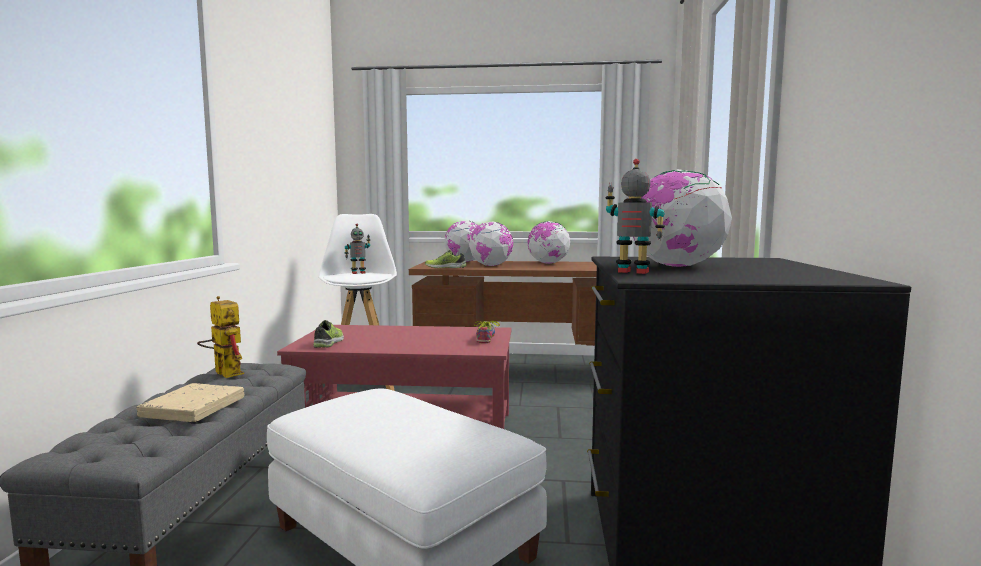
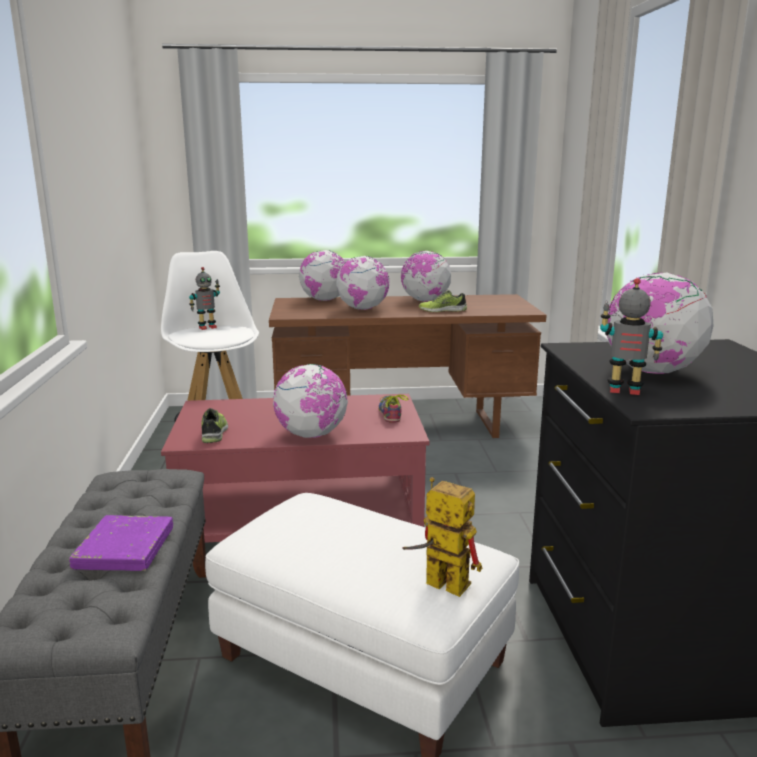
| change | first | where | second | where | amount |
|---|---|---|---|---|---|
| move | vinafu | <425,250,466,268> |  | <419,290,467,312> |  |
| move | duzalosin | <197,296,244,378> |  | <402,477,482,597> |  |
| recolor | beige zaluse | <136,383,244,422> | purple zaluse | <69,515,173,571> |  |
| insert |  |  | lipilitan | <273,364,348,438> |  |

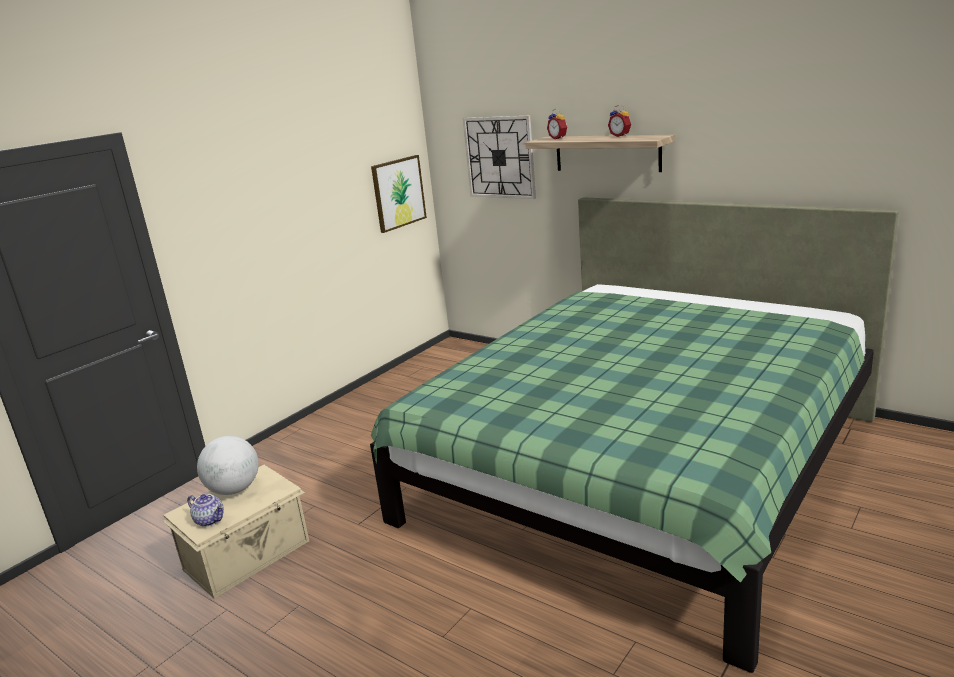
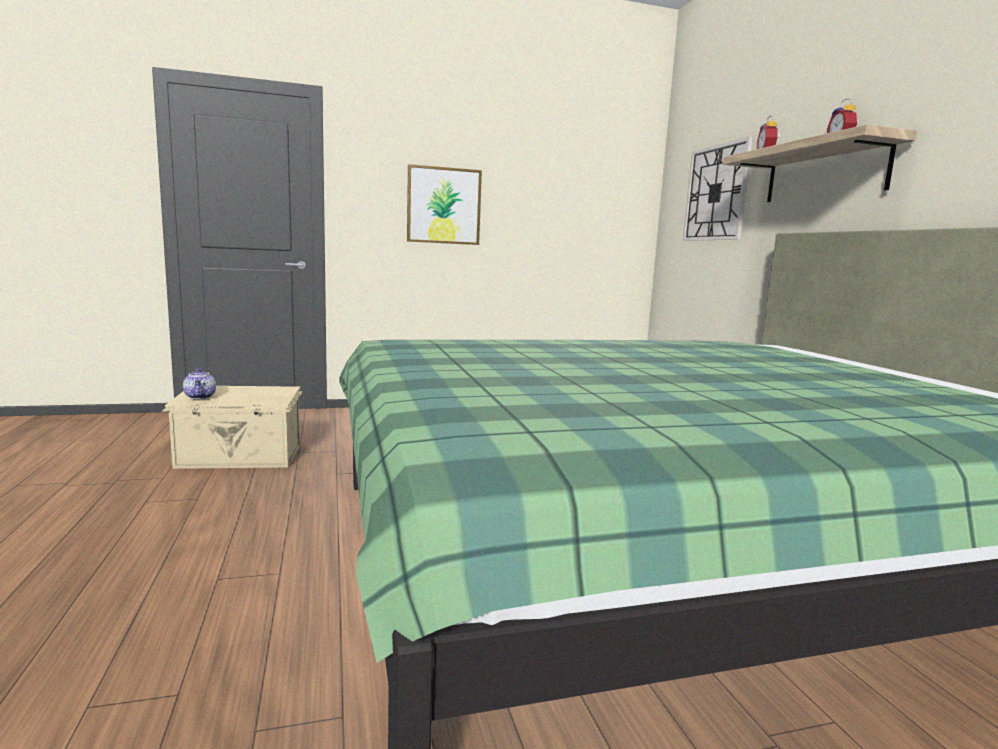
| change | first | where | second | where | amount |
|---|---|---|---|---|---|
| move | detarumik | <371,155,427,233> |  | <407,164,482,245> |  |
| delete | lipilitan | <197,436,259,495> |  |  |  |

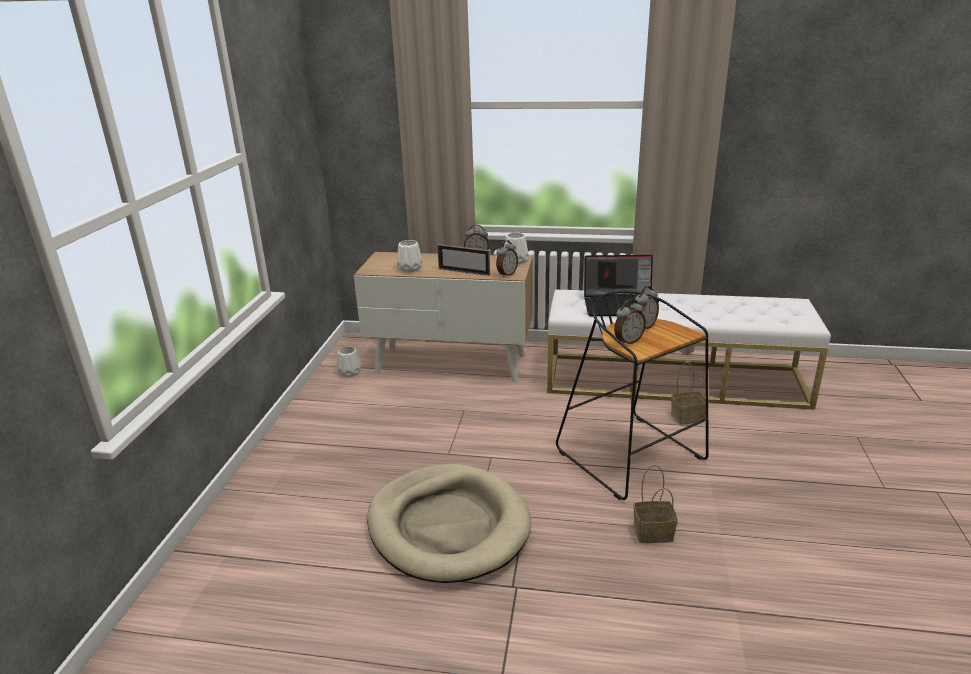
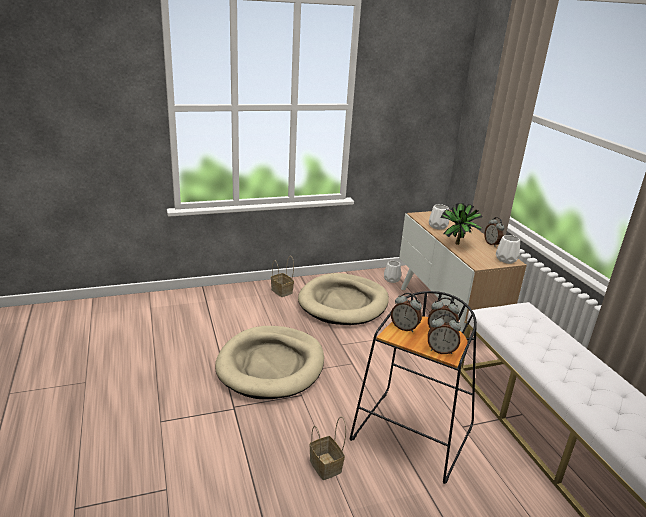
| change | first | where | second | where | amount |
|---|---|---|---|---|---|
| move | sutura | <496,240,518,278> |  | <428,314,461,354> |  |
| replace | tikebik | <437,244,490,276> | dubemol | <440,203,483,245> |  |
| delete | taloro | <584,255,659,316> |  |  |  |
| move | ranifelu | <671,362,709,425> |  | <271,256,294,297> |  |
| insert |  |  | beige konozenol | <298,273,389,325> |  |

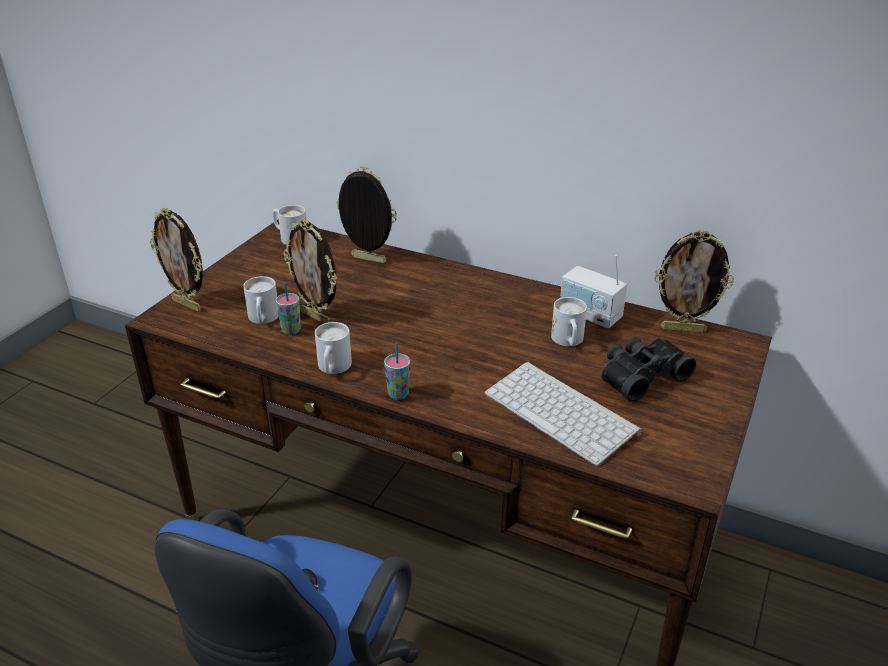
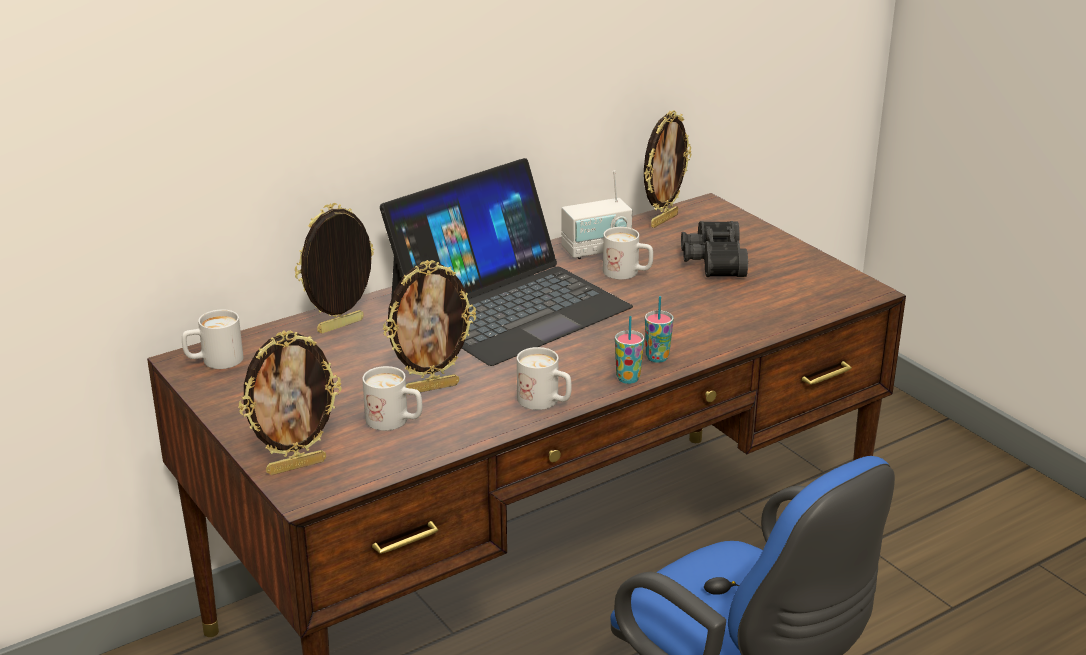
| change | first | where | second | where | amount |
|---|---|---|---|---|---|
| move | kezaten | <276,282,301,335> |  | <645,296,673,363> |  |
| delete | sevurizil | <485,362,642,466> |  |  |  |
| insert |  |  | taloro | <380,158,633,366> |  |

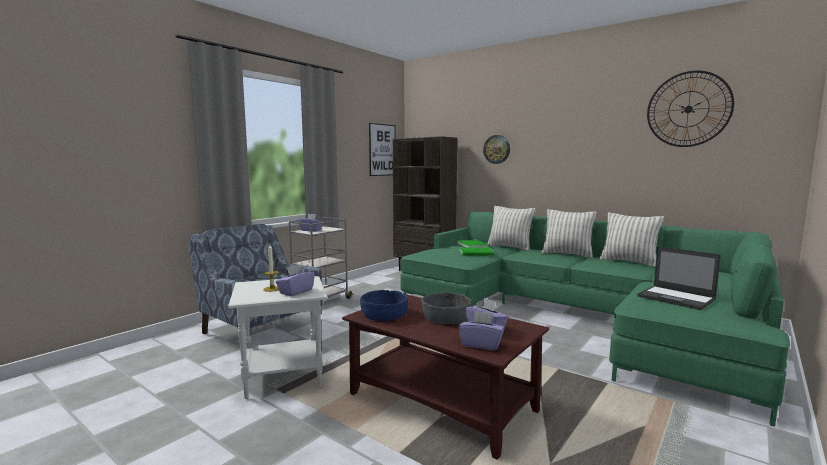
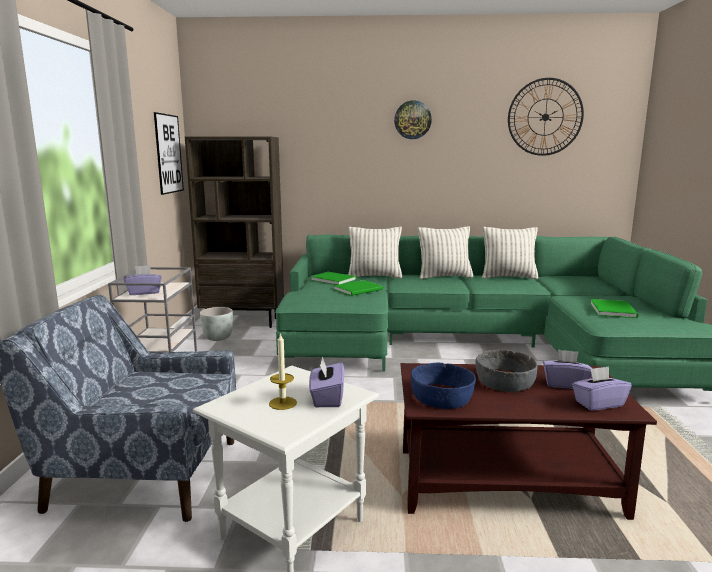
| change | first | where | second | where | amount |
|---|---|---|---|---|---|
| move | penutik | <483,135,510,164> |  | <394,100,432,139> |  |
| replace | taloro | <637,246,721,310> | green zaluse | <590,299,639,318> |  |
| insert |  |  | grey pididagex | <200,307,233,341> |  |

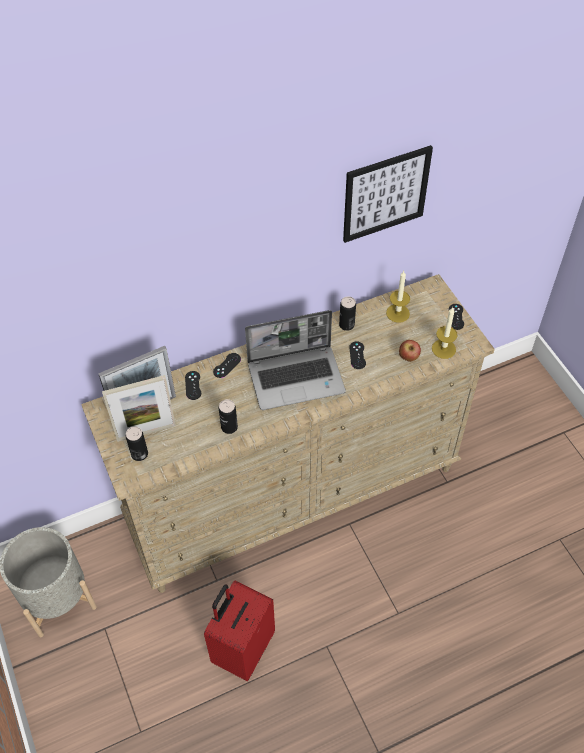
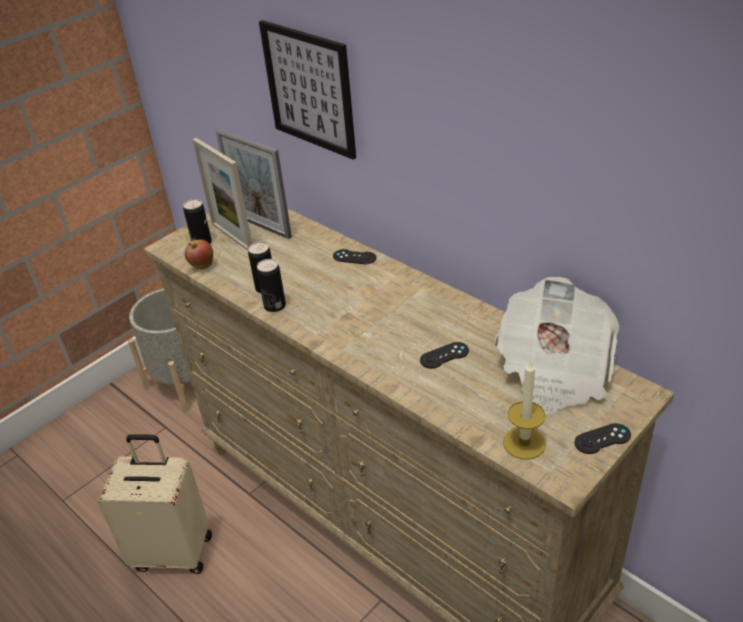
| change | first | where | second | where | amount |
|---|---|---|---|---|---|
| move | detarumik | <343,145,433,243> |  | <259,20,356,160> |  |
| replace | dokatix | <386,271,410,323> | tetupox | <495,277,619,414> |  |
| move | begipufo | <339,297,356,331> |  | <257,259,286,312> |  |
| delete | taloro | <245,310,346,410> |  |  |  |
| move | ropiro | <399,340,421,362> |  | <185,239,213,269> |  |
| delete | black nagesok | <185,371,201,400> |  |  |  |
| recolor | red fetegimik | <204,581,275,681> | beige fetegimik | <98,434,212,574> |  |

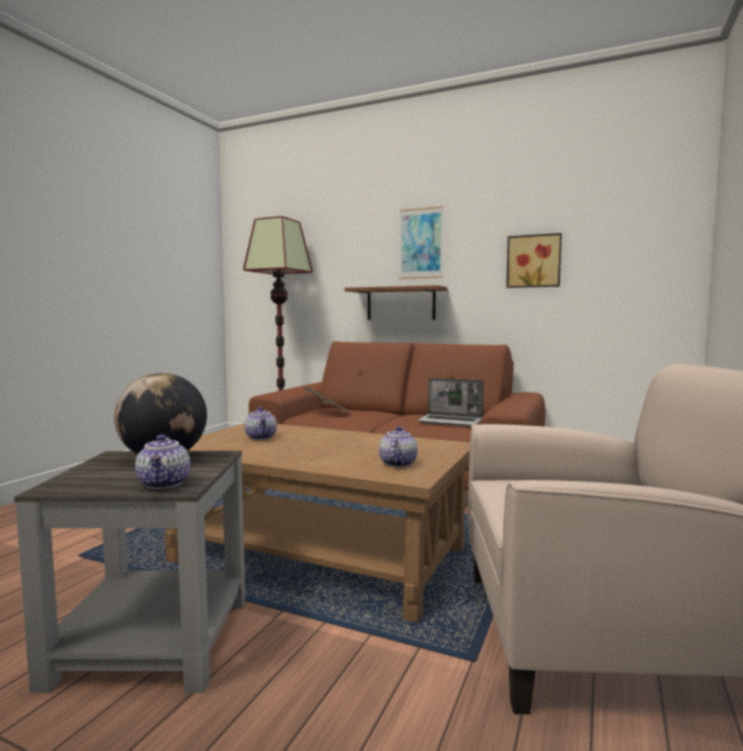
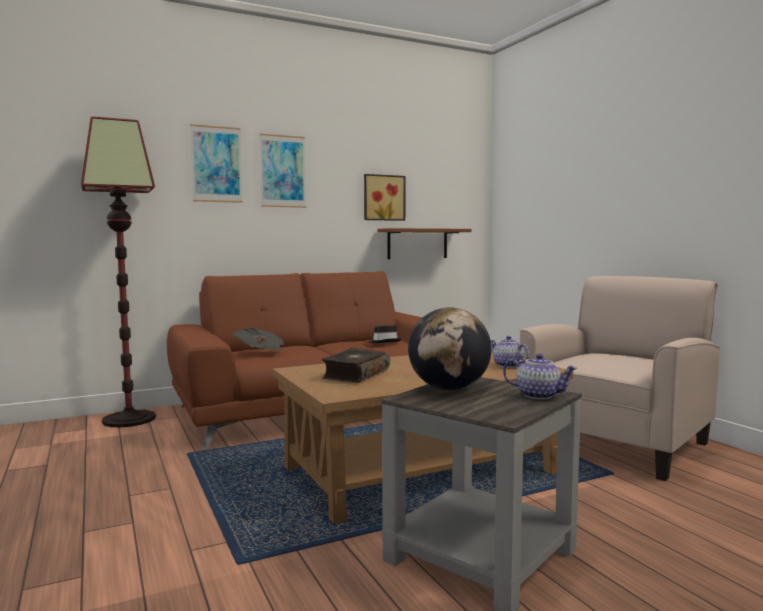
| change | first | where | second | where | amount |
|---|---|---|---|---|---|
| move | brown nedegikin | <344,285,447,320> |  | <377,228,472,259> |  |
| replace | taloro | <418,378,484,427> | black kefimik | <369,325,401,343> |  |
| replace | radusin | <245,407,277,440> | zaluse | <322,347,390,383> |  |
| insert |  |  | detarumik | <190,124,243,203> |  |

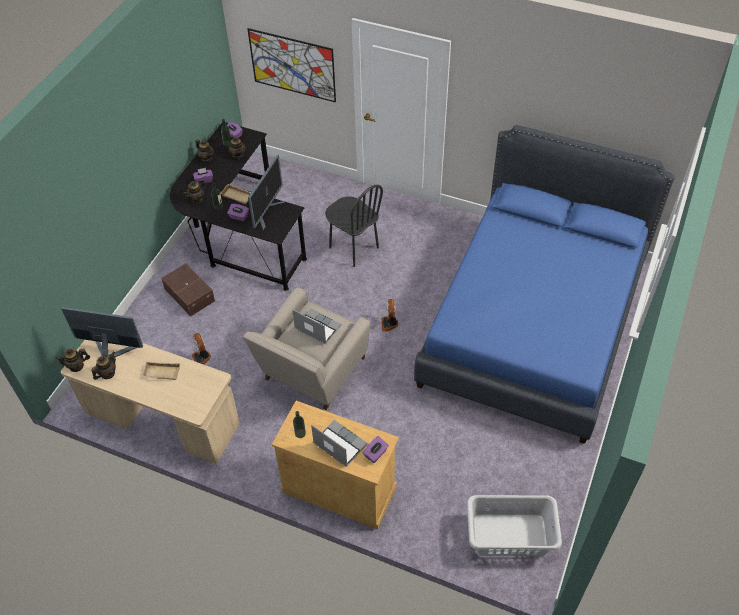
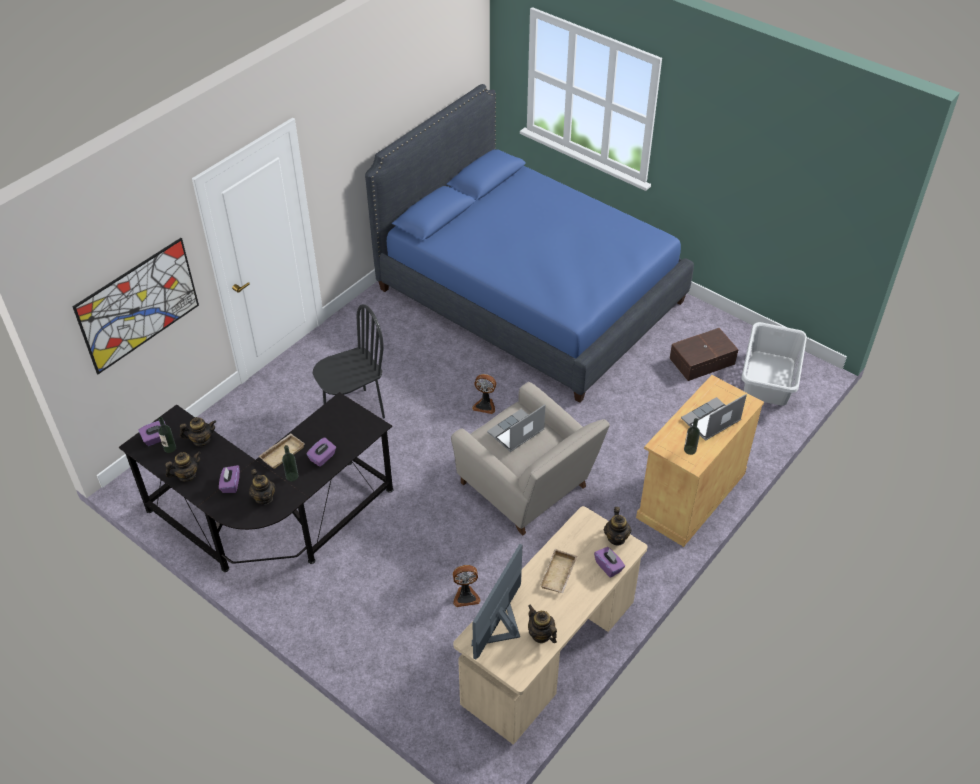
| change | first | where | second | where | amount |
|---|---|---|---|---|---|
| delete | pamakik | <248,155,285,230> |  |  |  |
| move | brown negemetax | <161,263,215,316> |  | <669,328,739,381> |  |
| move | radusin | <55,348,90,372> |  | <604,507,632,545> |  |
| move | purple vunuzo | <363,436,389,463> |  | <594,547,625,578> |  |

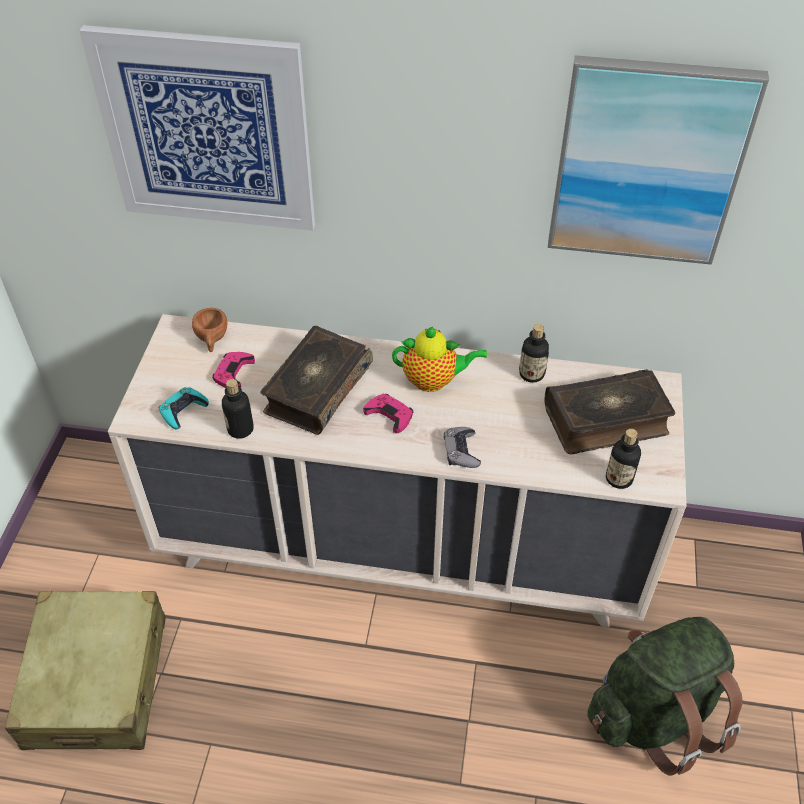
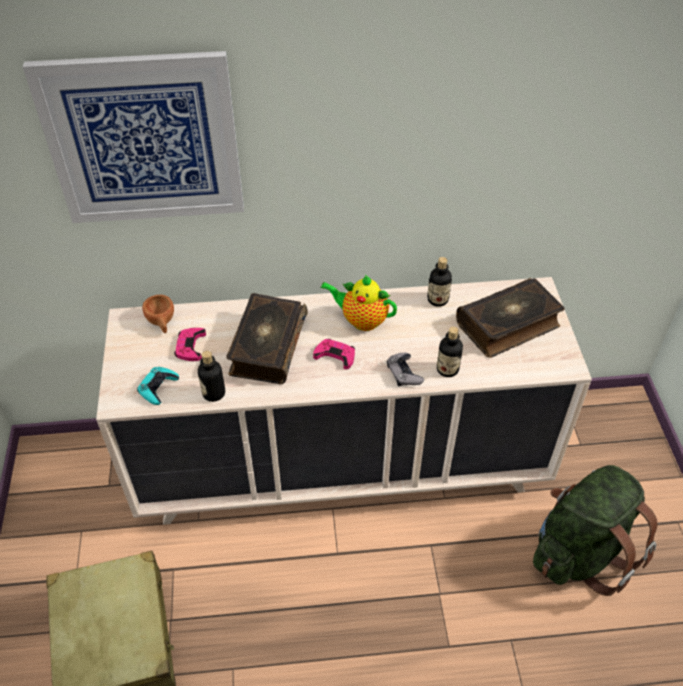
| change | first | where | second | where | amount |
|---|---|---|---|---|---|
| delete | detarumik | <548,55,769,265> |  |  |  |
| rotate | radusin | <392,326,487,392> |  | <321,275,397,331> | 150 degrees counterclockwise |
| move | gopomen | <606,429,641,489> |  | <437,327,463,377> |  |

